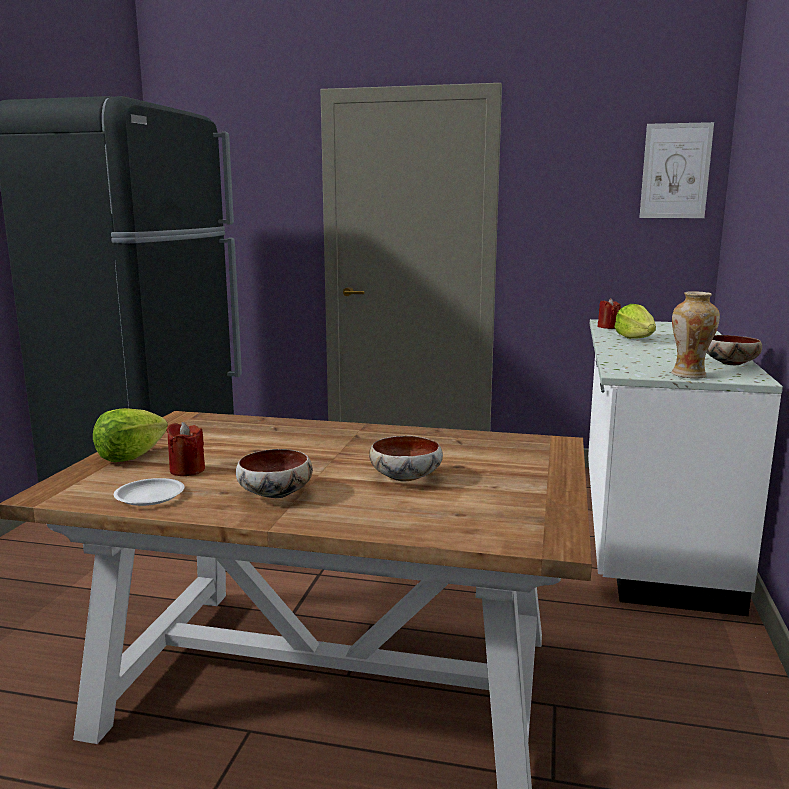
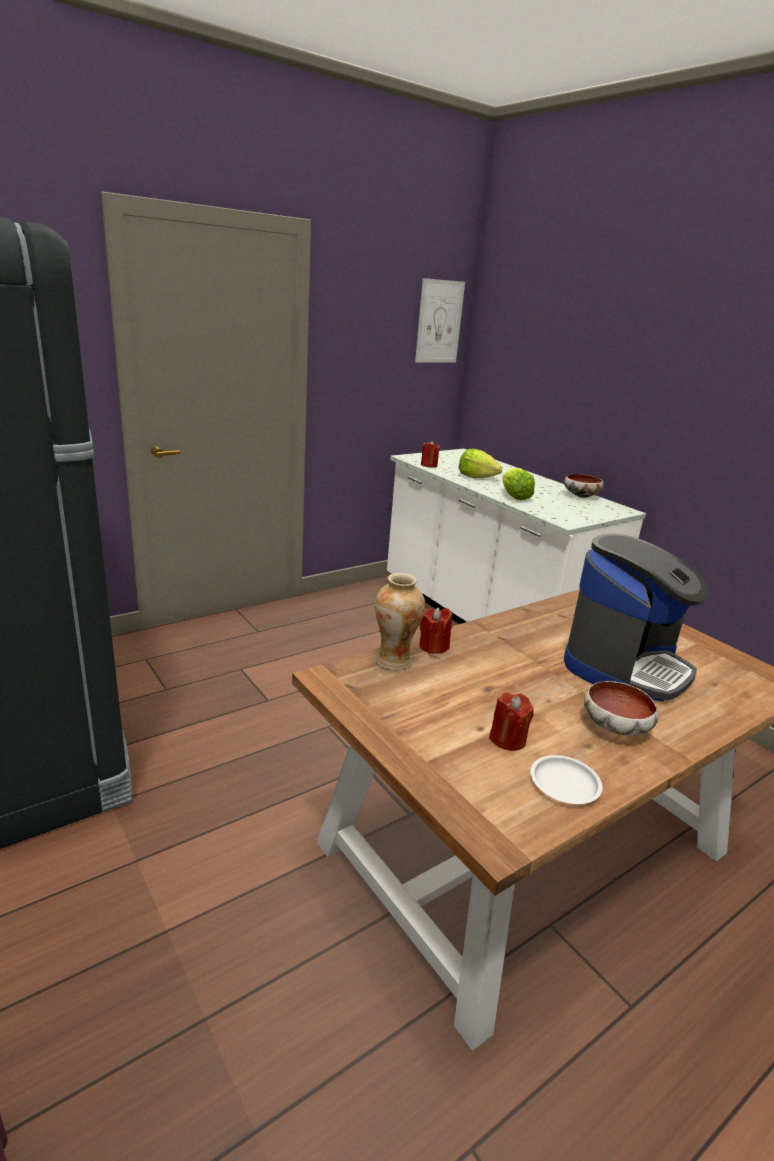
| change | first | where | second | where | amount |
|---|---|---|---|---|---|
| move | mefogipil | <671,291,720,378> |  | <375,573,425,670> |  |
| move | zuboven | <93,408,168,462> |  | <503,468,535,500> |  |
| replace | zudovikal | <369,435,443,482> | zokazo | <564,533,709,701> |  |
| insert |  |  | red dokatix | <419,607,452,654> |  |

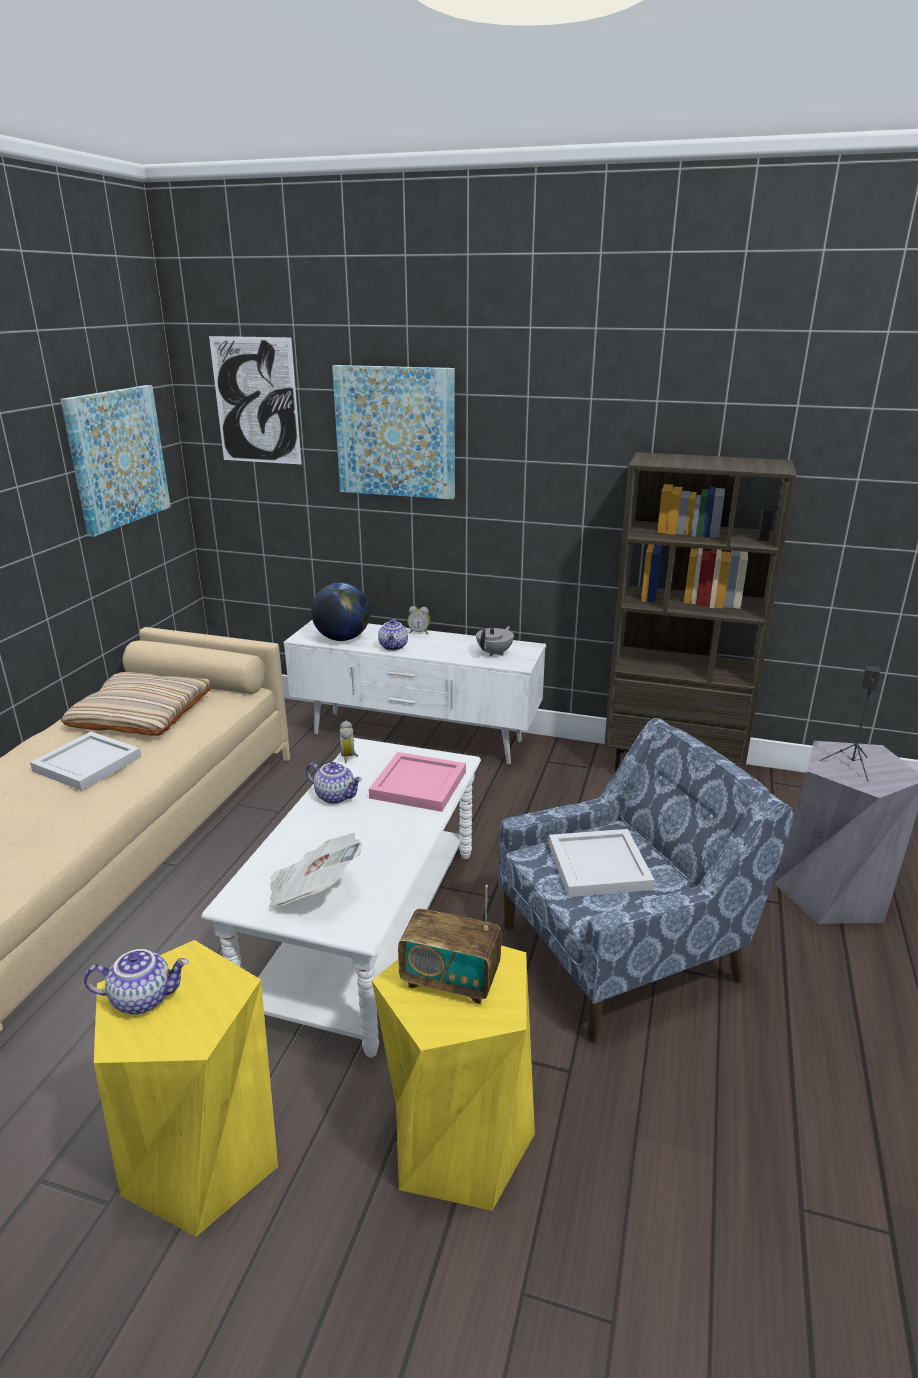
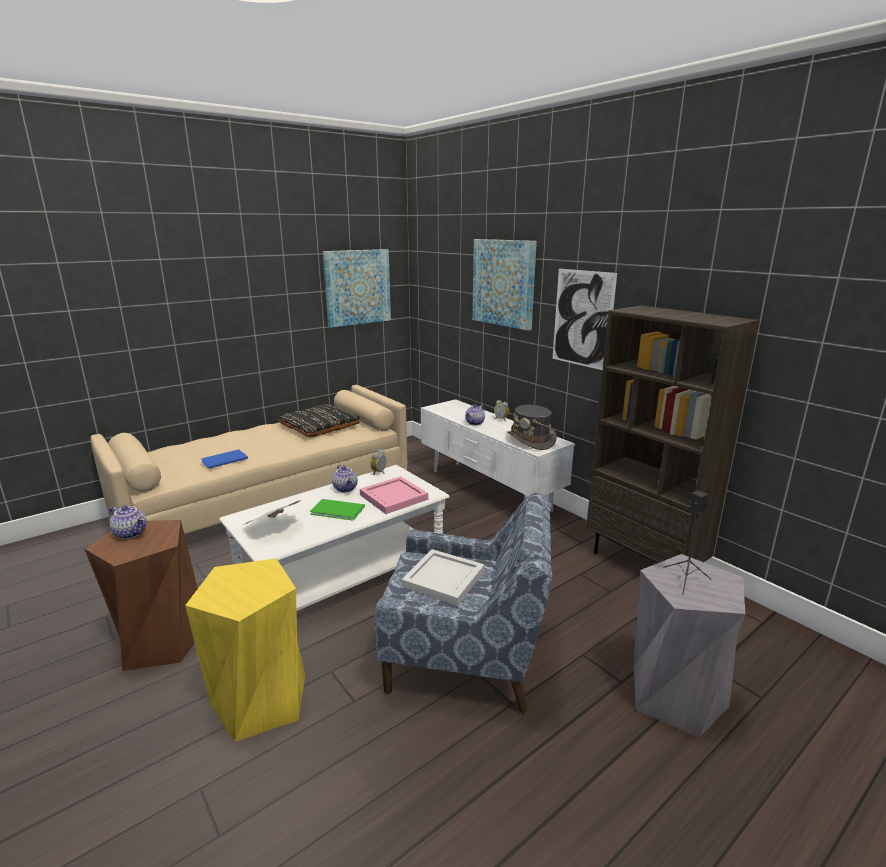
| change | first | where | second | where | amount |
|---|---|---|---|---|---|
| move | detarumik | <209,336,302,465> |  | <553,269,617,370> |  |
| delete | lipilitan | <311,583,370,641> |  |  |  |
| replace | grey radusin | <476,626,514,656> | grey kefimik | <507,405,557,450> |  |
| recolor | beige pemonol | <61,672,210,736> | black pemonol | <278,404,360,438> |  |
| delete | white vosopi | <30,732,141,791> |  |  |  |
| delete | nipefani | <398,885,502,1004> |  |  |  |
| recolor | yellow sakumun | <94,940,278,1237> | brown sakumun | <84,520,198,671> |  |
| insert |  |  | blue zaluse | <201,449,248,468> |  |
| insert |  |  | green zaluse | <310,499,365,521> |  |

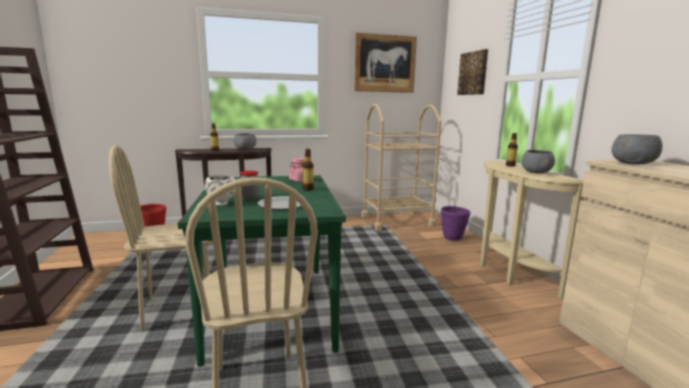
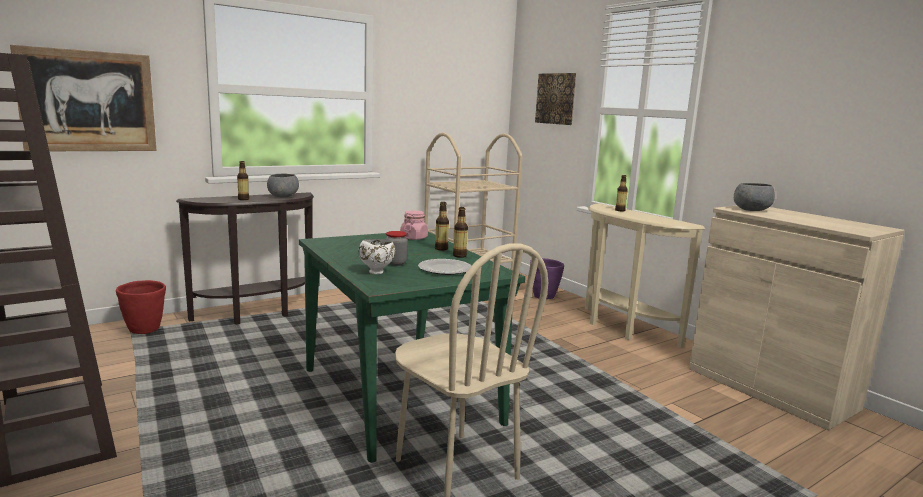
| change | first | where | second | where | amount |
|---|---|---|---|---|---|
| move | detarumik | <354,32,417,93> |  | <10,45,157,151> |  |
| delete | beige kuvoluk | <109,145,213,331> |  |  |  |
| delete | grey zudovikal | <521,150,555,174> |  |  |  |
| insert |  |  | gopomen | <453,207,468,258> |  |

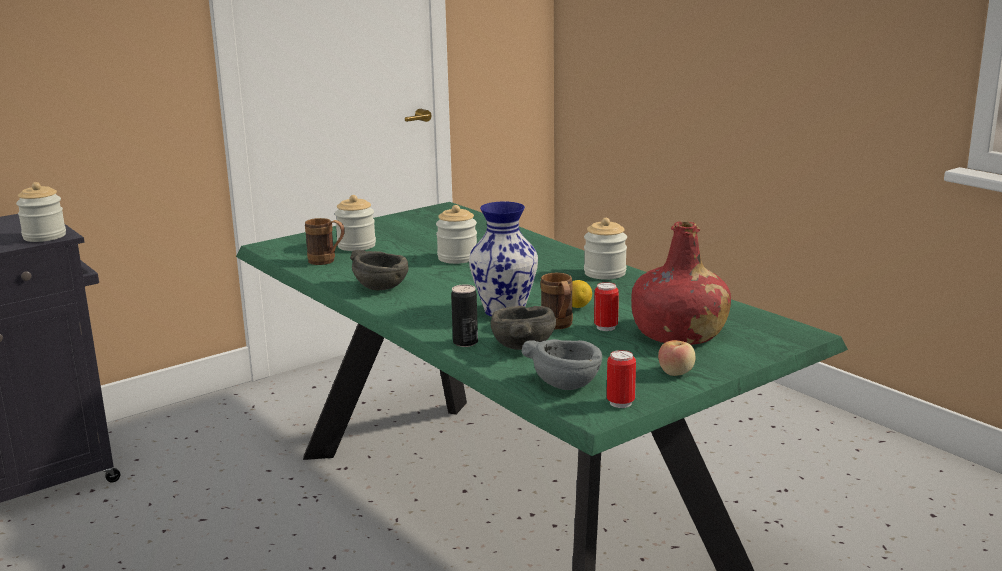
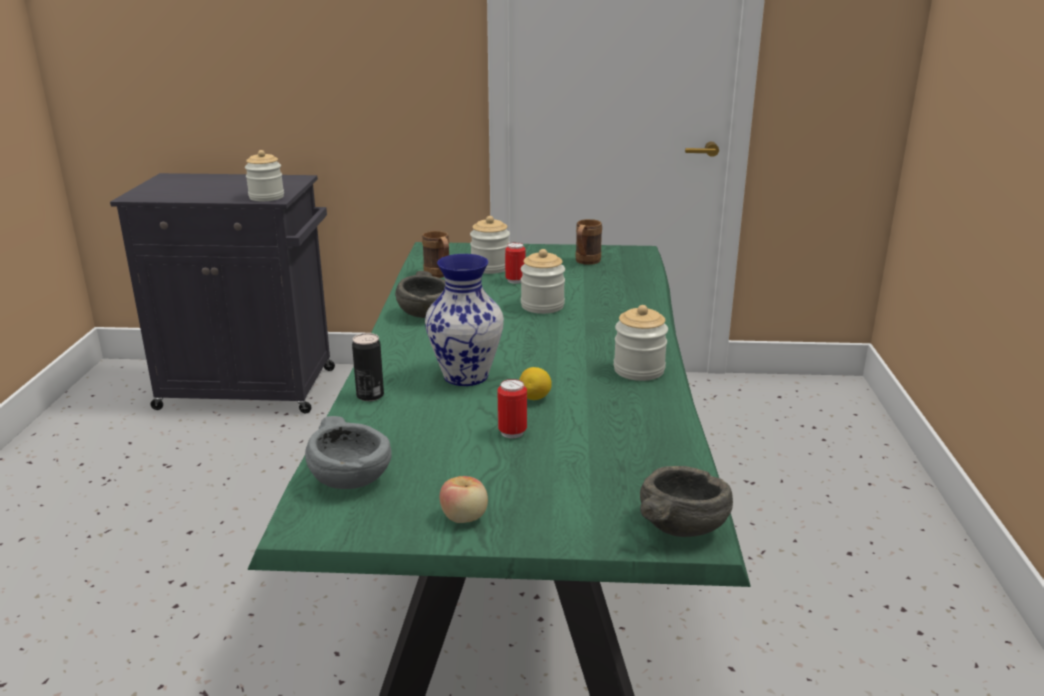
| change | first | where | second | where | amount |
|---|---|---|---|---|---|
| delete | red gopomen | <631,221,731,345> |  |  |  |
| move | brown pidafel | <541,272,573,329> |  | <576,219,602,265> |  |
| move | grey zudovikal | <491,306,556,350> |  | <640,466,733,537> |  |
| move | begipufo | <607,350,636,408> |  | <505,242,526,284> |  |

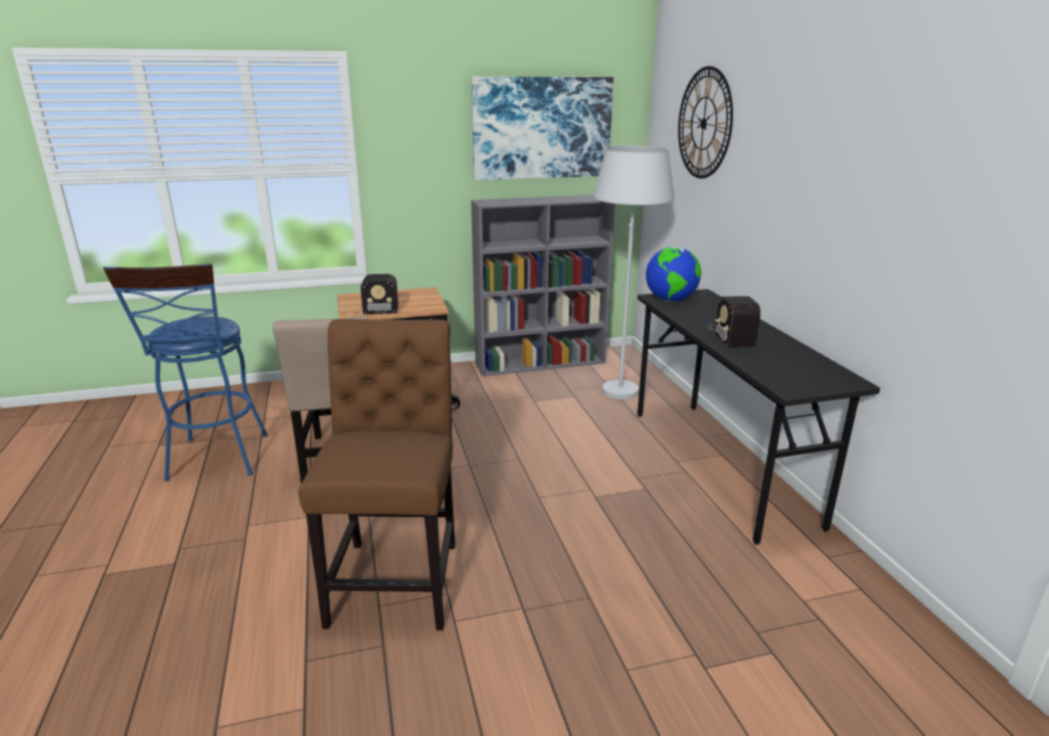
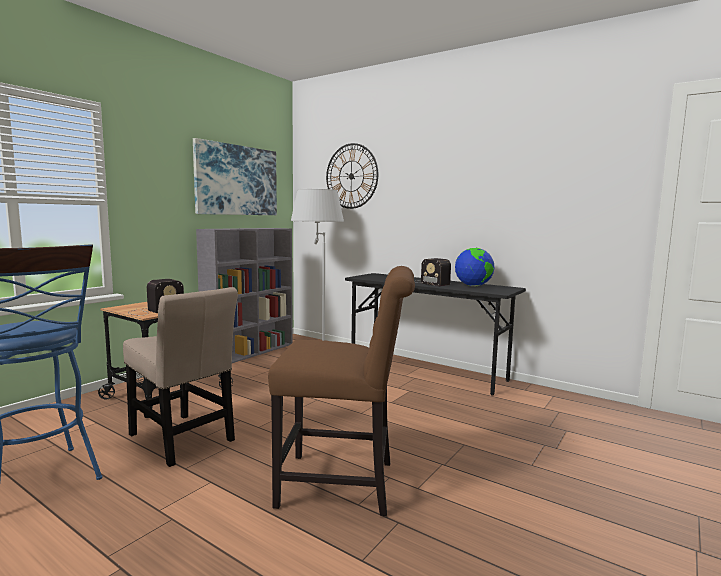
| change | first | where | second | where | amount |
|---|---|---|---|---|---|
| move | lipilitan | <646,247,701,302> |  | <455,248,494,286> |  |
| rotate | brown kuvoluk | <298,319,455,630> |  | <268,266,415,516> | 135 degrees clockwise |

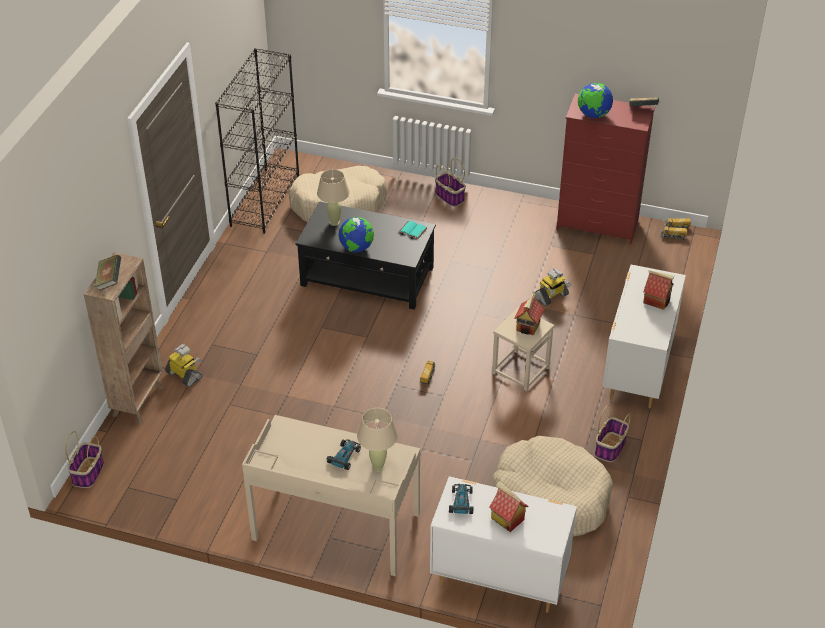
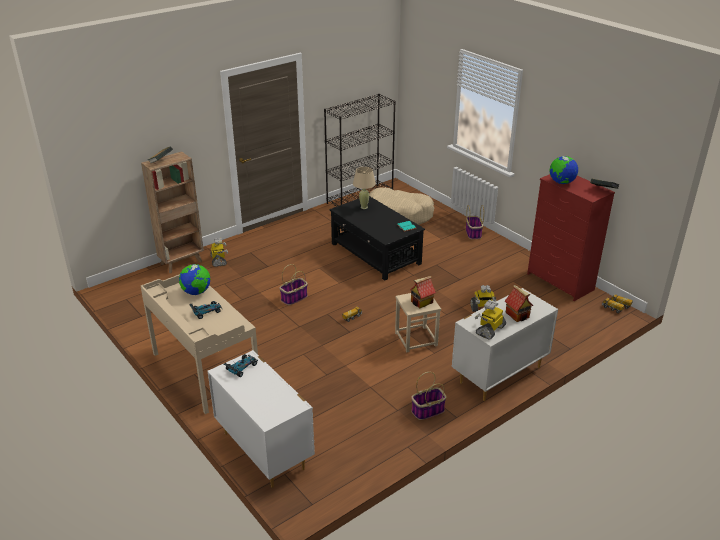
| change | first | where | second | where | amount |
|---|---|---|---|---|---|
| move | lipilitan | <338,217,374,252> |  | <179,264,210,295> |  |
| delete | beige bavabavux | <357,408,398,472> |  |  |  |
| move | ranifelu | <65,431,104,488> |  | <279,264,308,305> |  |
| delete | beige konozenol | <493,436,613,536> |  |  |  |
| delete | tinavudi | <489,481,528,532> |  |  |  |
| insert |  |  | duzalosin | <475,300,506,339> |  |

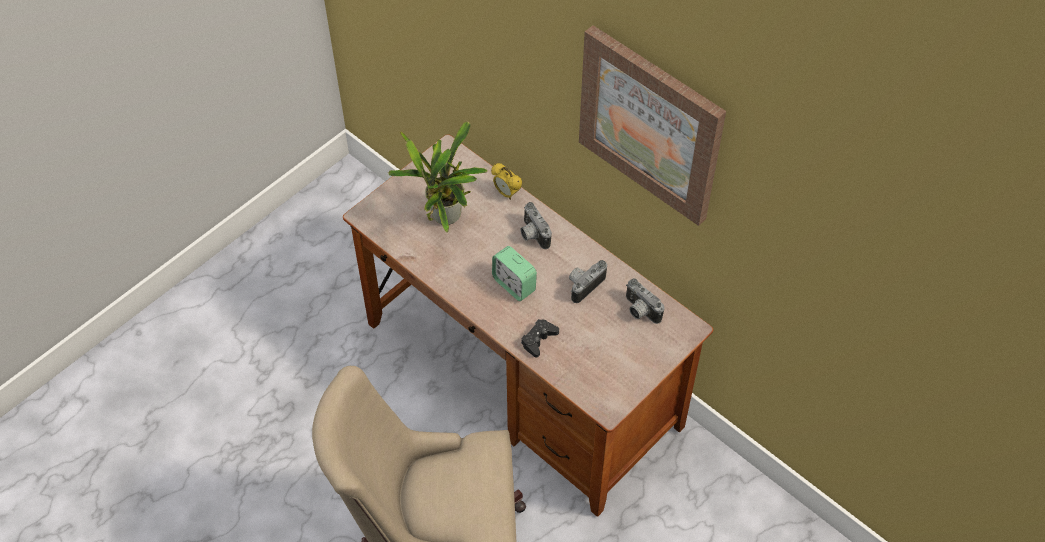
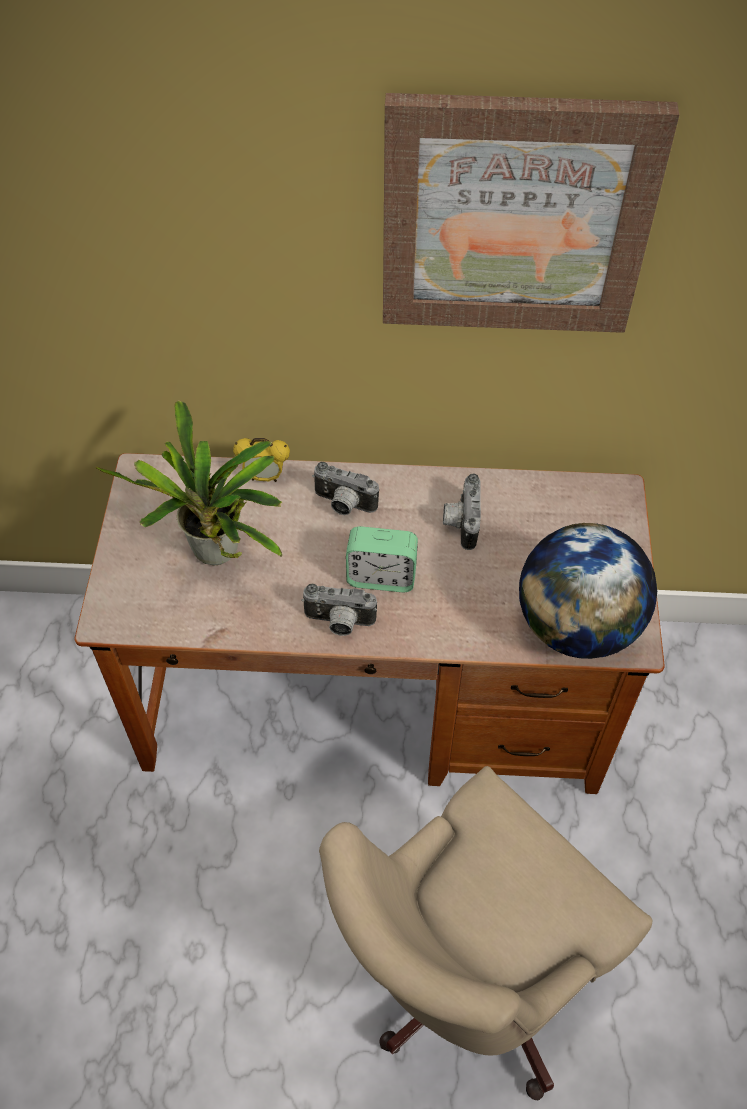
| change | first | where | second | where | amount |
|---|---|---|---|---|---|
| move | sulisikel | <626,278,665,324> |  | <301,583,377,636> |  |
| delete | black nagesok | <521,319,559,358> |  |  |  |
| insert |  |  | lipilitan | <519,523,657,659> |  |

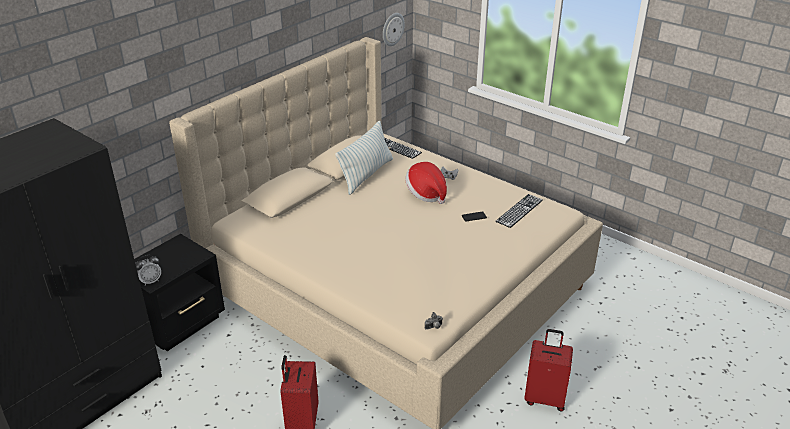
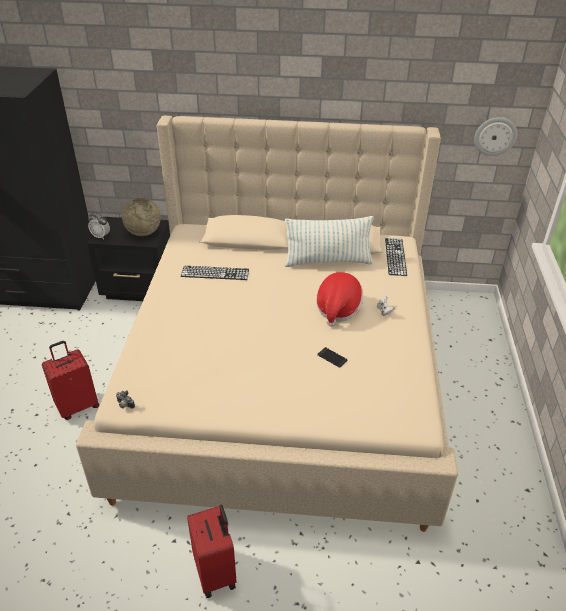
| change | first | where | second | where | amount |
|---|---|---|---|---|---|
| move | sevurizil | <495,194,543,228> |  | <181,266,249,280> |  |
| insert |  |  | lipilitan | <122,198,161,236> |  |

